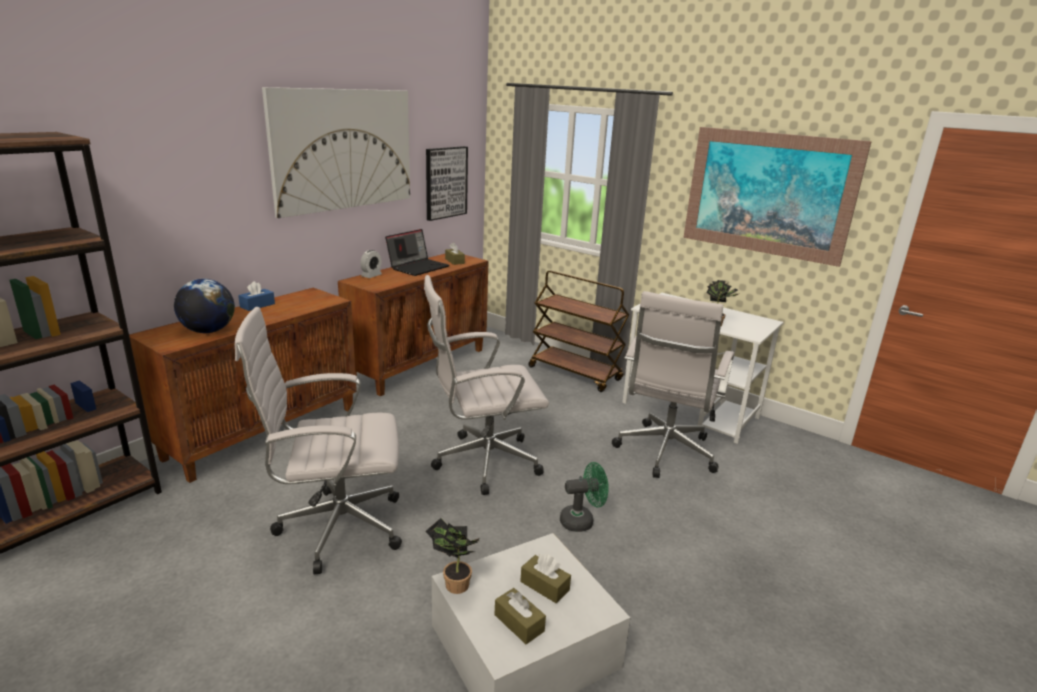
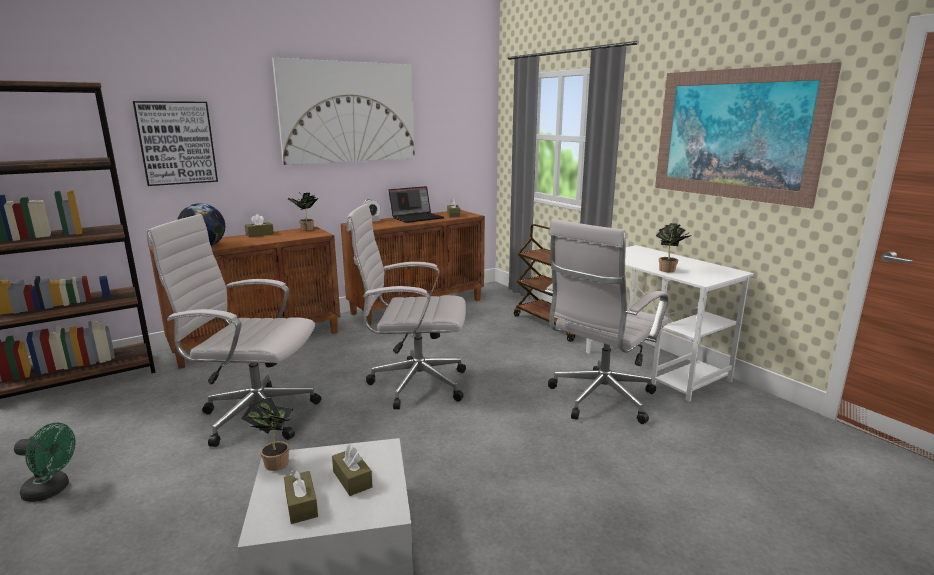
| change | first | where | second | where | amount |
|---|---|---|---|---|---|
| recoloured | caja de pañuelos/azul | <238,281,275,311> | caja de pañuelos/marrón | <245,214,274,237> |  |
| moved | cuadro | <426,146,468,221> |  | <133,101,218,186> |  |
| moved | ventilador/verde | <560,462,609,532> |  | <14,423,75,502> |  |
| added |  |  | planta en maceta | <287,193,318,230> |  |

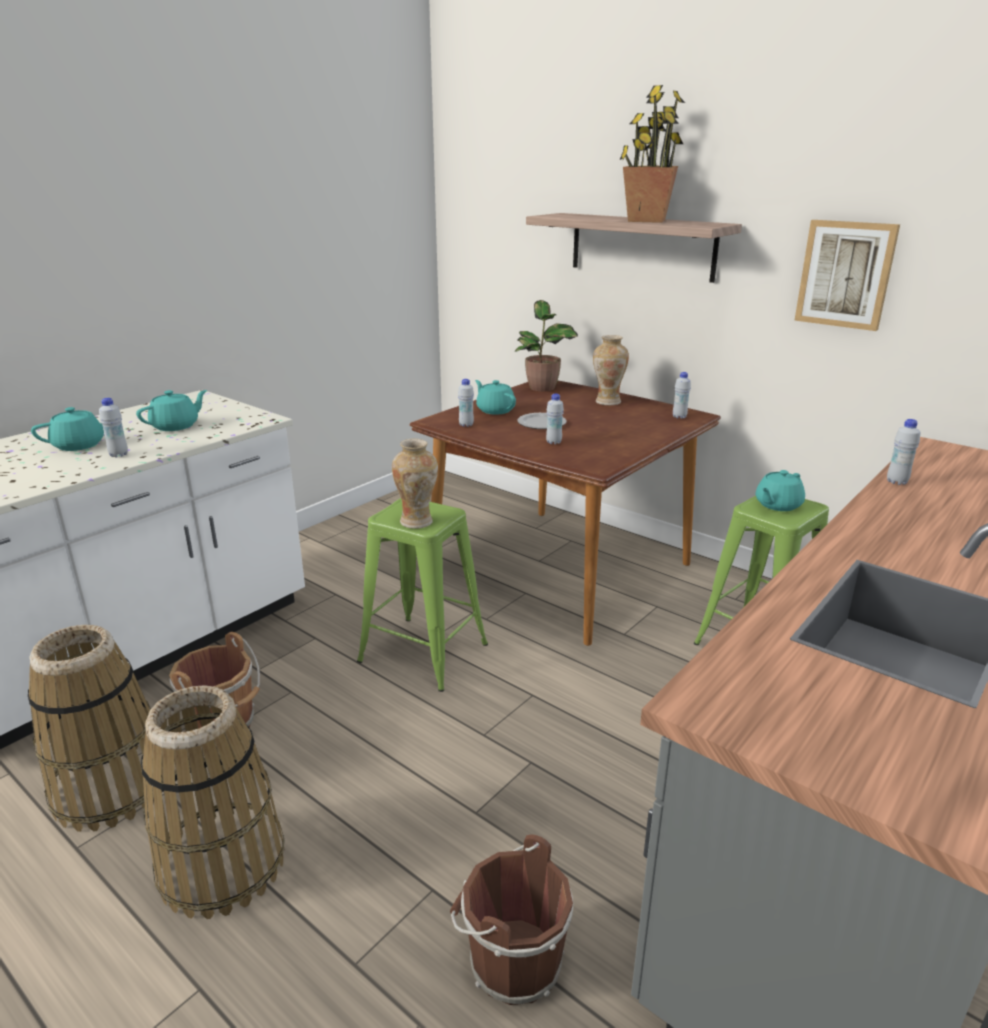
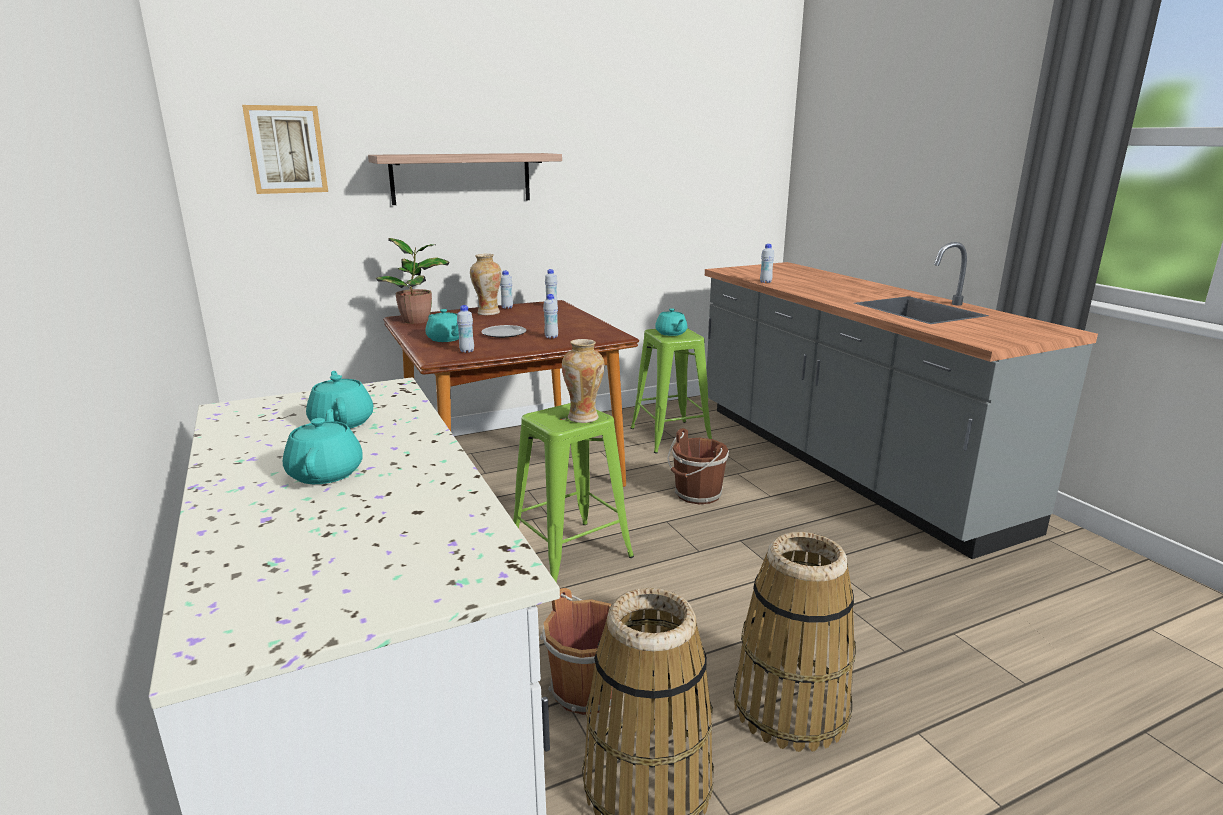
| change | first | where | second | where | amount |
|---|---|---|---|---|---|
| moved | botella/blanco | <99,398,128,457> |  | <500,271,513,309> |  |
| moved | cubo/marrón | <450,834,573,1005> |  | <667,428,729,504> |  |
| turned | tetera/turquesa | <475,380,516,415> |  | <425,309,459,342> | 120 degrees counterclockwise |
| removed | planta en maceta | <620,85,685,223> |  |  |  |
| moved | cuadro | <795,220,900,331> |  | <242,105,328,194> |  |

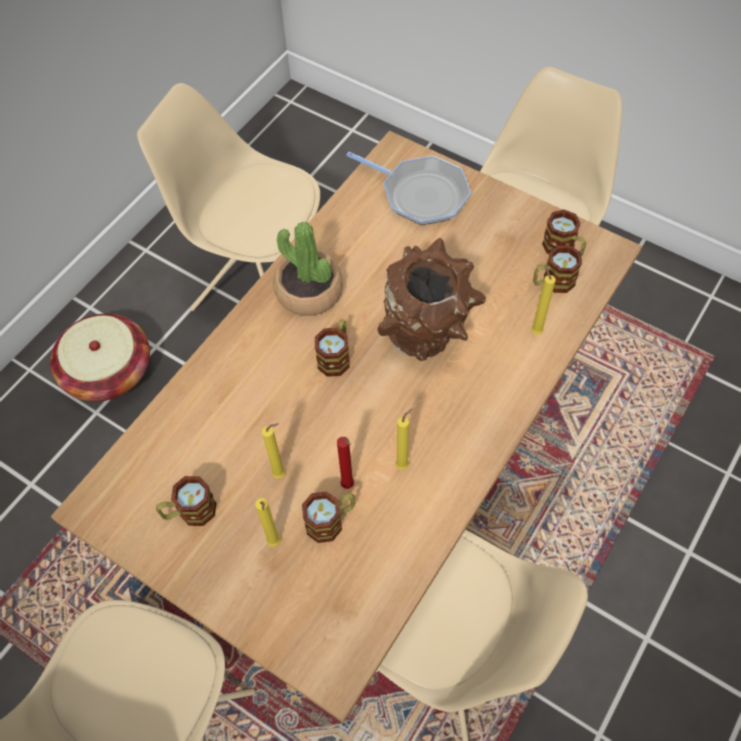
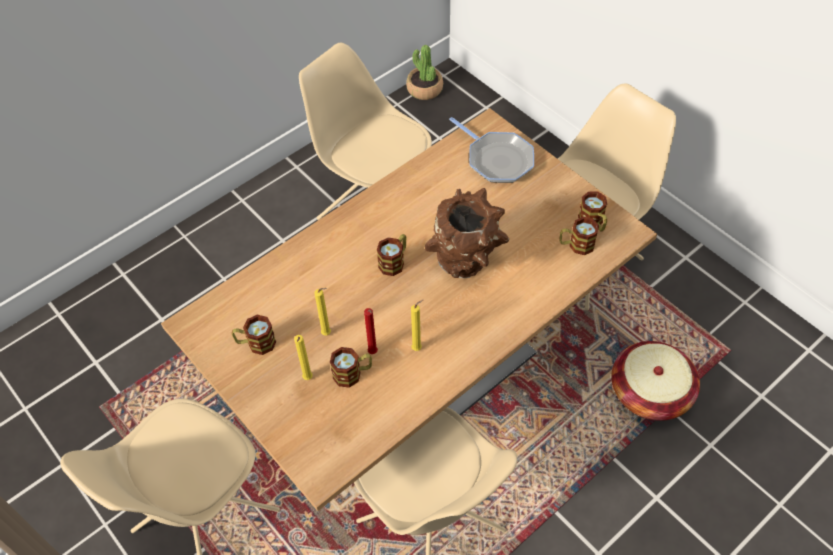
| change | first | where | second | where | amount |
|---|---|---|---|---|---|
| moved | cesta | <50,314,150,402> |  | <611,341,700,421> |  |
| moved | planta en maceta | <273,222,343,316> |  | <406,45,443,100> |  |
| removed | vela/amarillo | <531,264,556,334> |  |  |  |

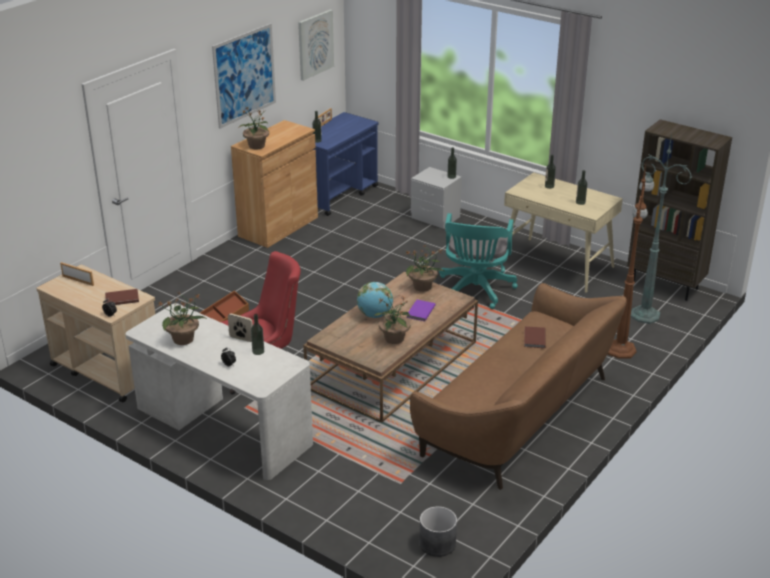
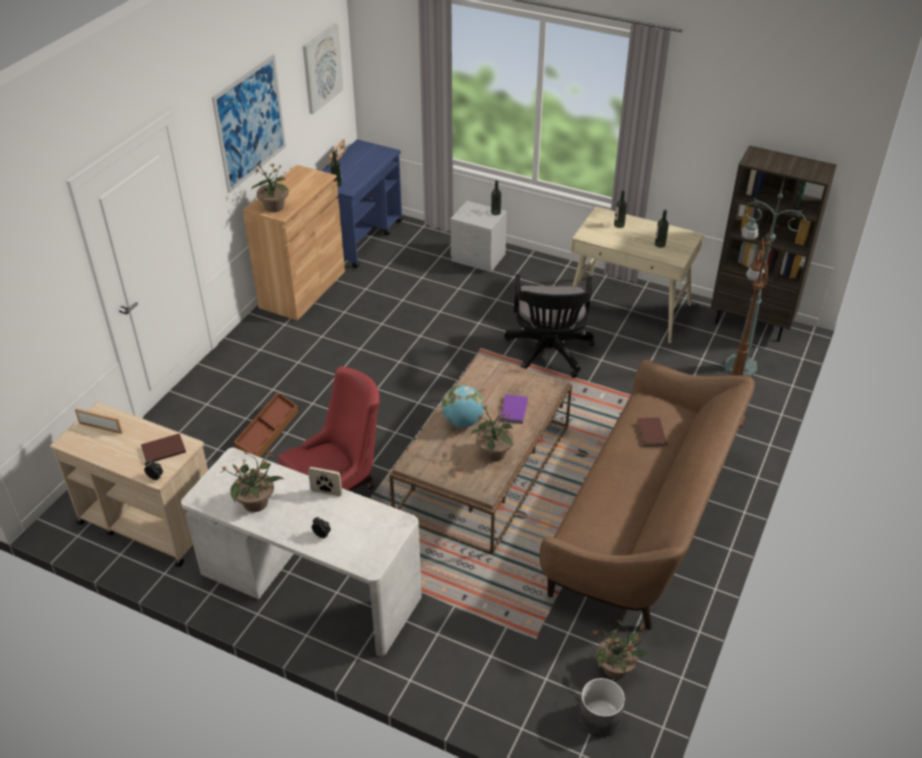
| change | first | where | second | where | amount |
|---|---|---|---|---|---|
| removed | botella | <251,314,264,355> |  |  |  |
| moved | planta en maceta | <406,245,445,292> |  | <591,620,651,679> |  |
| recoloured | silla de oficina/turquesa | <439,213,518,309> | silla de oficina/negro | <504,274,595,378> |  |

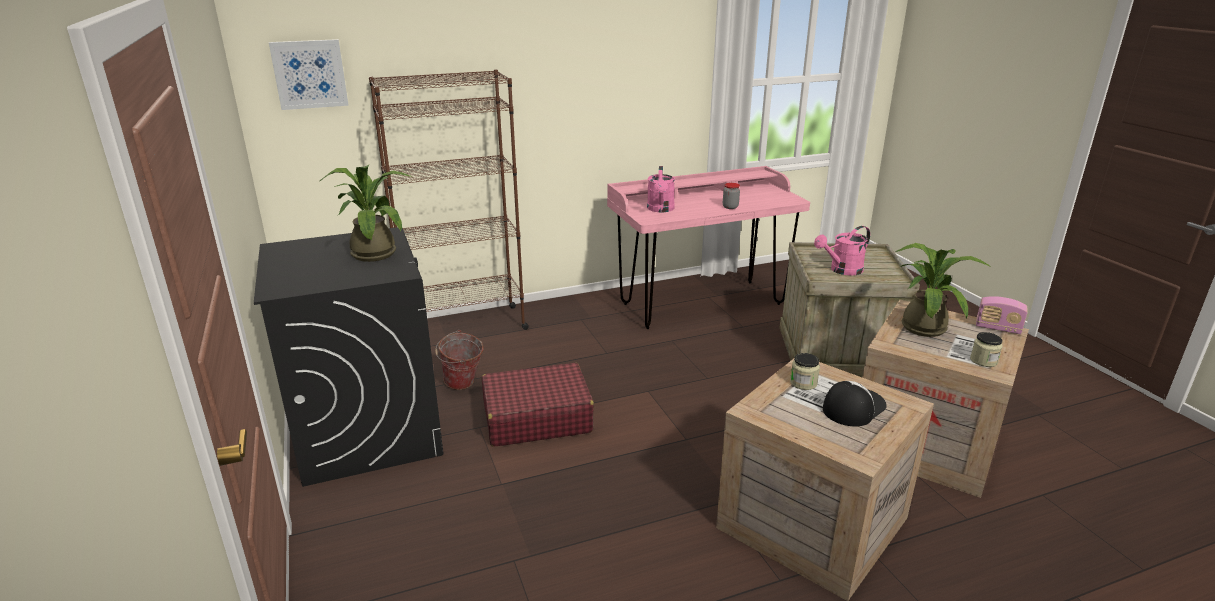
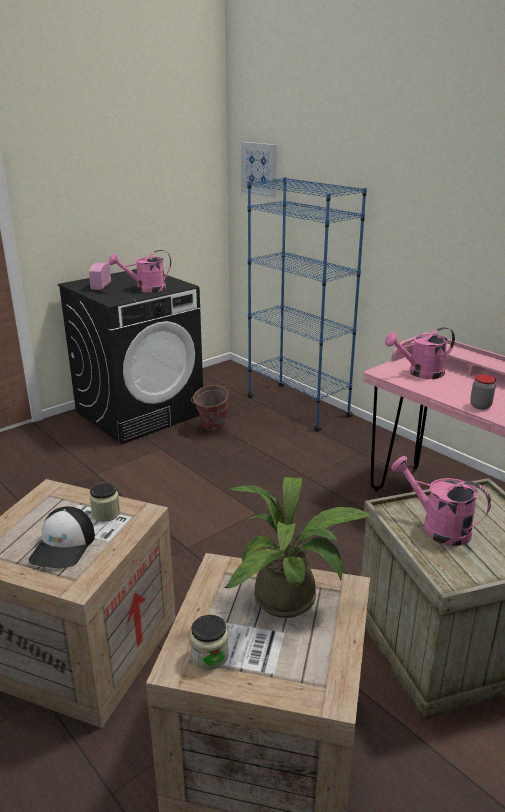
| change | first | where | second | where | amount |
|---|---|---|---|---|---|
| replaced | planta en maceta | <320,165,412,262> | regadera/rosa | <109,250,171,292> |  |
| recoloured | estantería/marrón | <369,69,529,330> | estantería/azul | <247,177,367,432> |  |
| removed | maleta/rojo | <482,362,594,447> |  |  |  |
| turned | gorra | <823,381,887,426> |  | <29,506,95,568> | 75 degrees clockwise |
| moved | radio | <976,296,1028,335> |  | <89,263,111,290> |  |

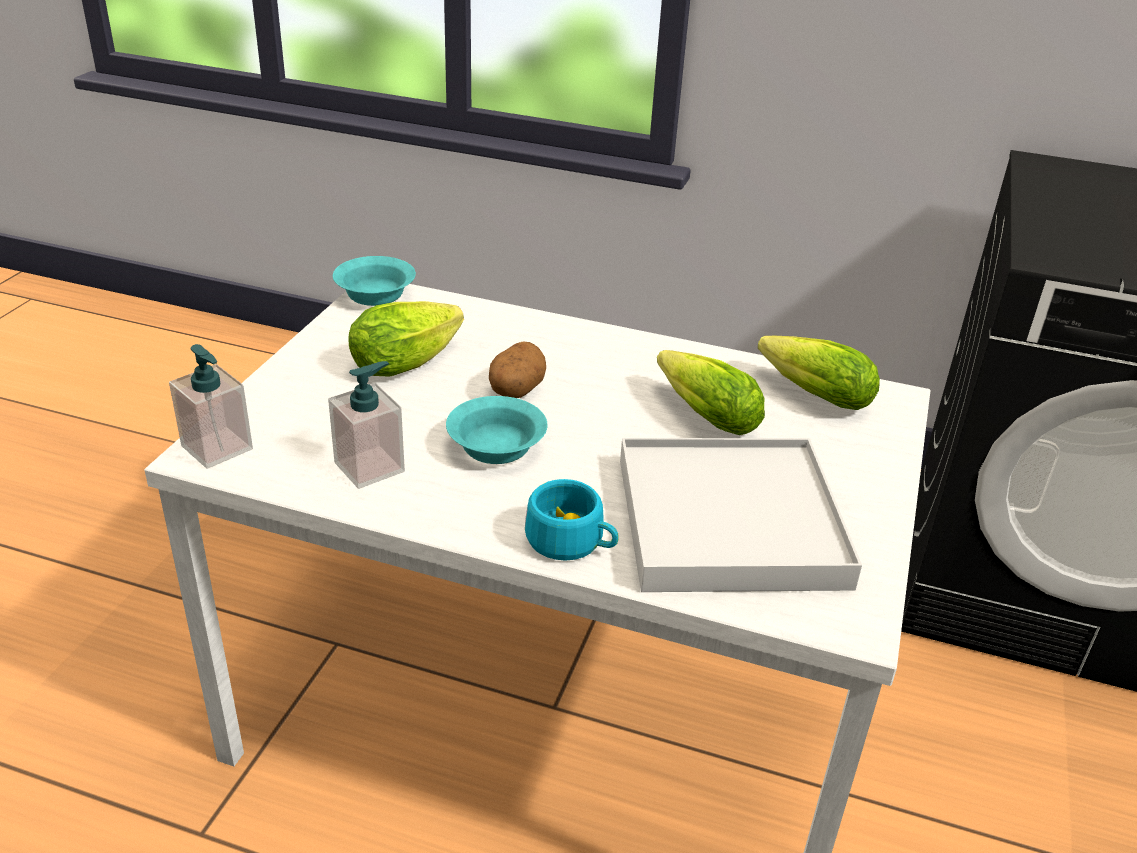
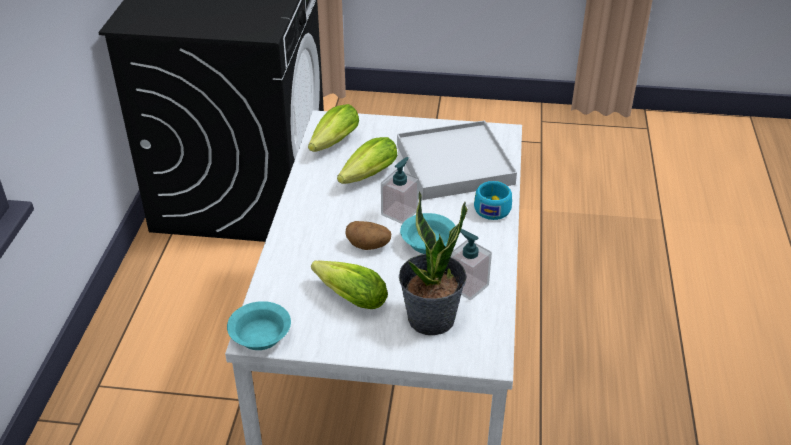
| change | first | where | second | where | amount |
|---|---|---|---|---|---|
| moved | dispensador de jabón | <169,344,253,469> |  | <381,157,419,224> |  |
| added |  |  | planta en maceta | <399,191,468,335> |  |

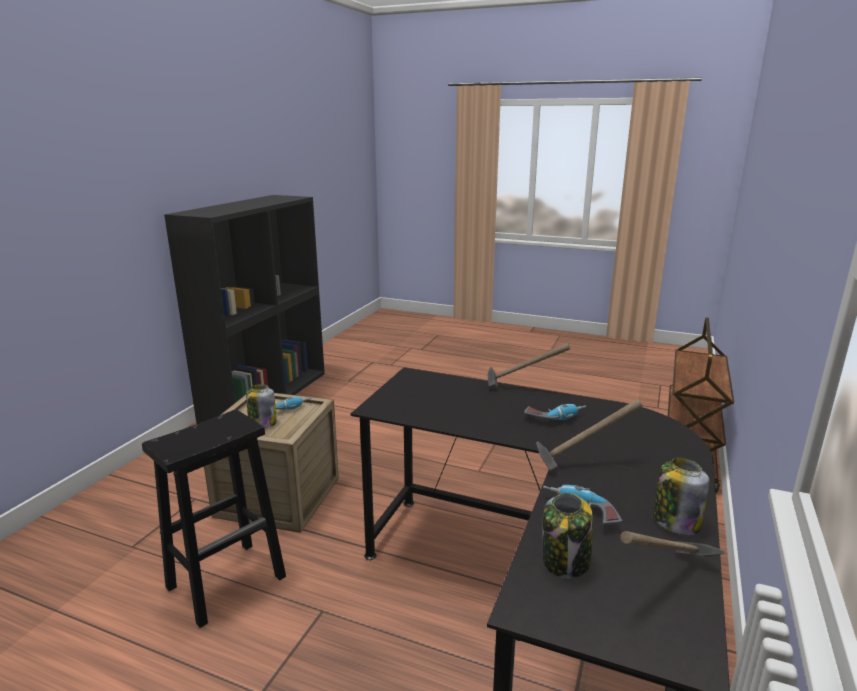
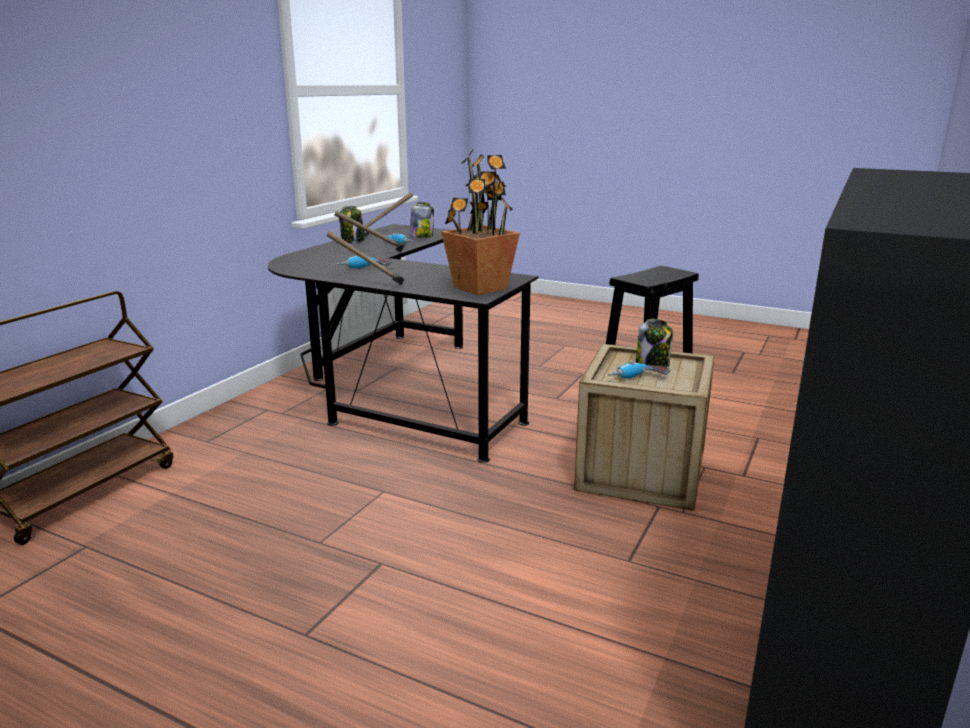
| change | first | where | second | where | amount |
|---|---|---|---|---|---|
| added |  |  | planta en maceta | <441,149,520,295> |  |

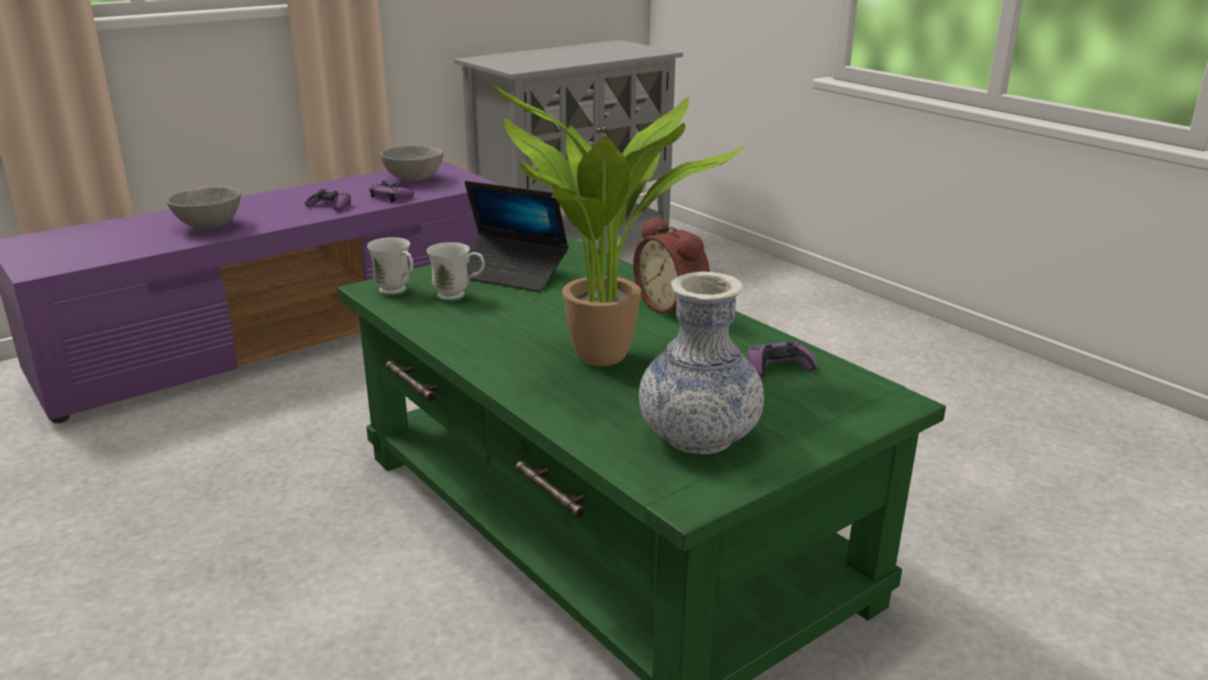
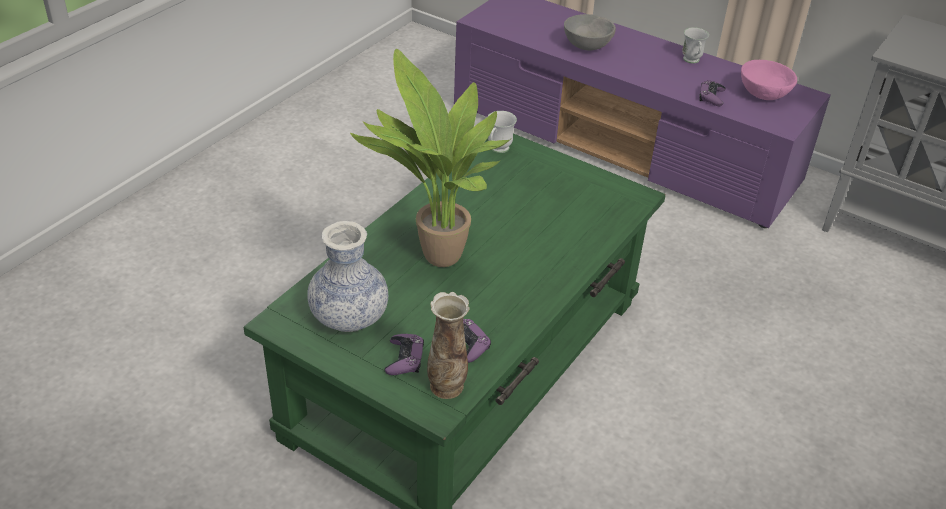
| change | first | where | second | where | amount |
|---|---|---|---|---|---|
| moved | mando de consola/morado | <305,189,351,211> |  | <385,334,424,375> |  |
| recoloured | cuenco/gris | <380,146,444,181> | cuenco/rosa | <741,60,797,100> |  |
| moved | taza grande/blanco | <426,242,485,301> |  | <682,27,709,63> |  |
| removed | portátil | <465,181,569,292> |  |  |  |
| removed | despertador | <633,217,710,314> |  |  |  |
| added |  |  | florero | <427,292,470,399> |  |

